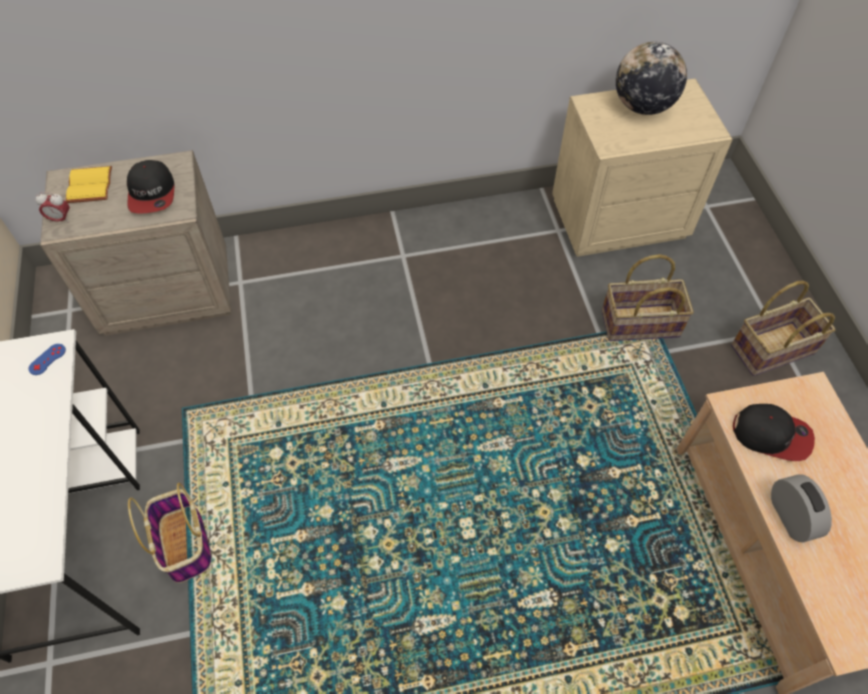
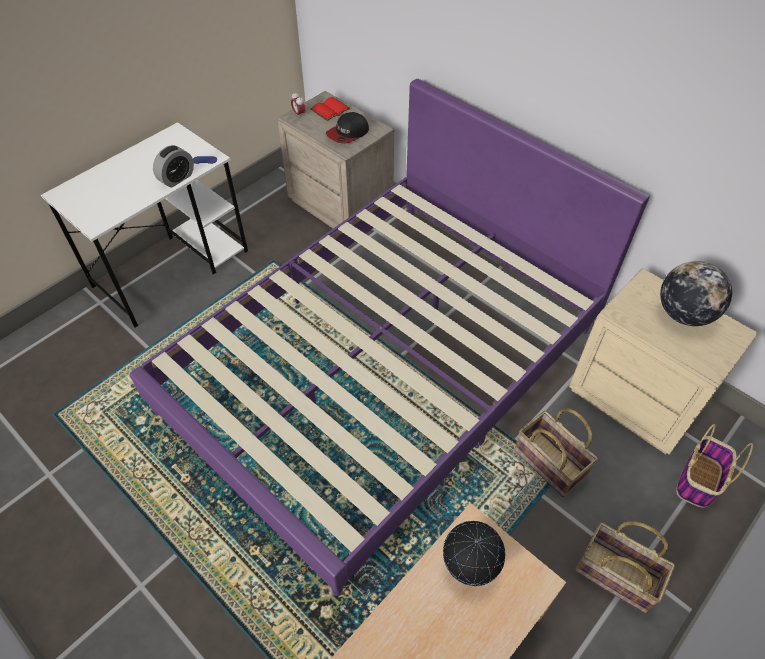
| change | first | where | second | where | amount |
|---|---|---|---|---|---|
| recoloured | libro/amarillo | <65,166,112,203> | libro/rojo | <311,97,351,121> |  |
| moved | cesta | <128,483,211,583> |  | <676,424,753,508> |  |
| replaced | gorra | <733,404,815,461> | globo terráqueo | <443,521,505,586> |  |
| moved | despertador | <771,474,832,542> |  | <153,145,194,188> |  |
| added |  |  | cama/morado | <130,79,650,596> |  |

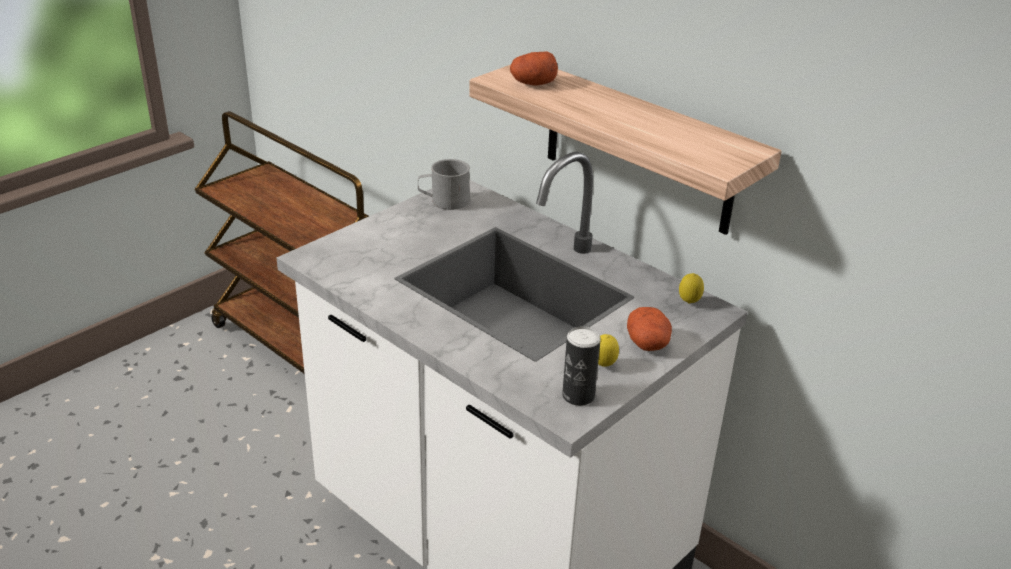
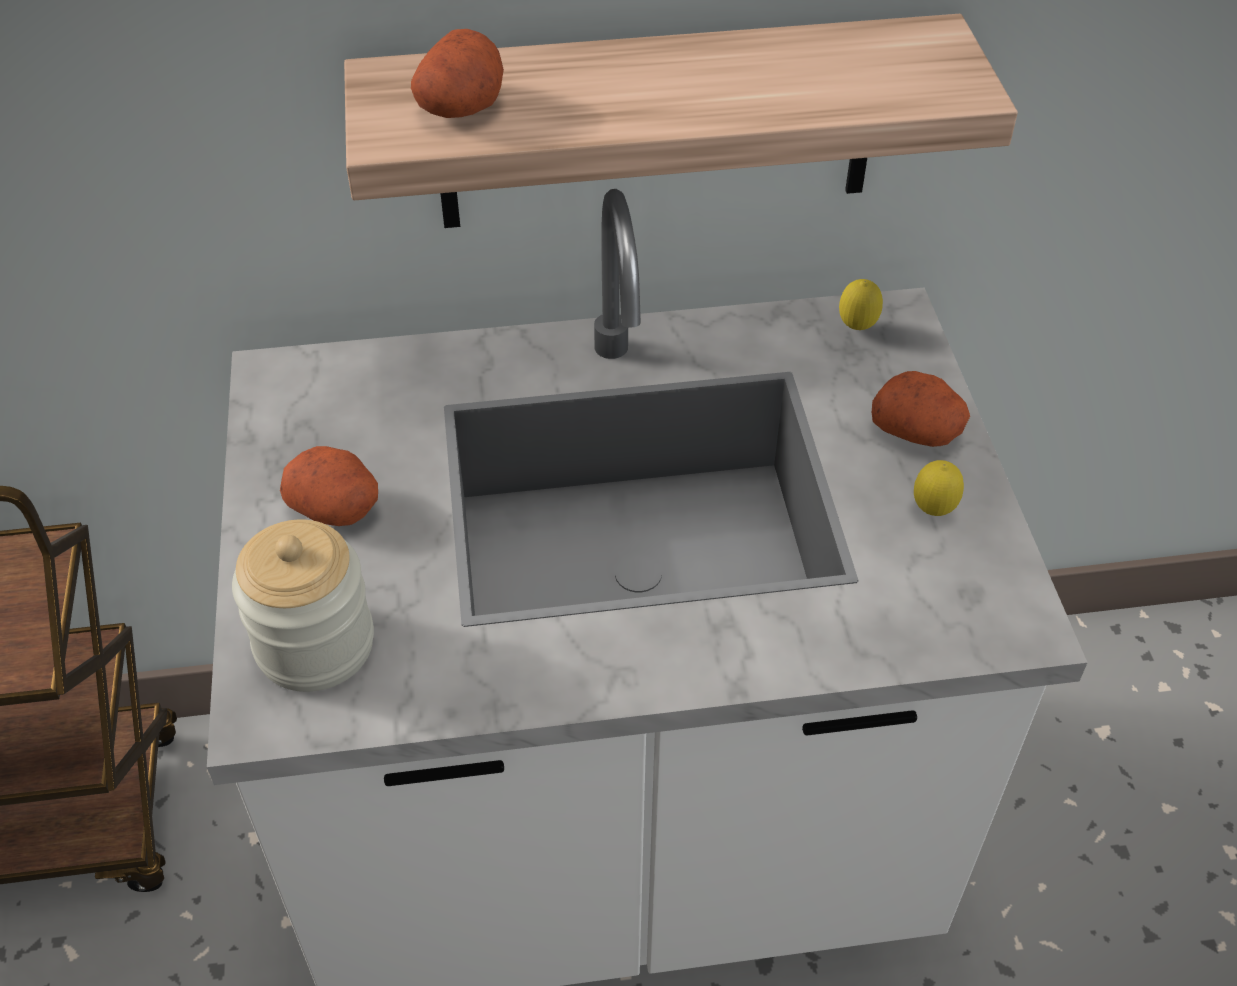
| change | first | where | second | where | amount |
|---|---|---|---|---|---|
| removed | taza grande/gris | <418,159,470,210> |  |  |  |
| removed | lata | <562,326,601,406> |  |  |  |
| added |  |  | tarro | <232,519,374,692> |  |
| added |  |  | patata | <280,446,378,526> |  |

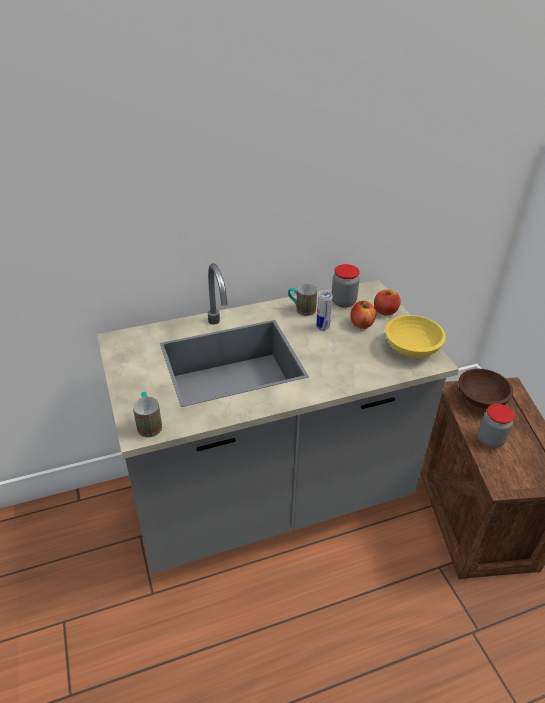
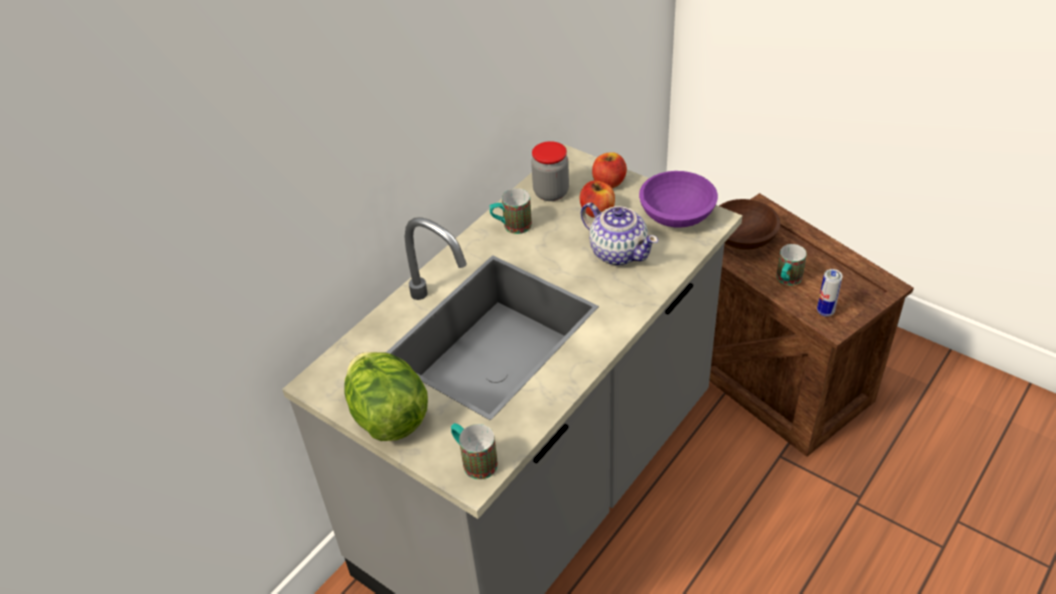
| change | first | where | second | where | amount |
|---|---|---|---|---|---|
| moved | lata | <316,291,333,331> |  | <817,269,843,317> |  |
| recoloured | cuenco/amarillo | <385,315,446,358> | cuenco/morado | <639,171,718,228> |  |
| replaced | tarro | <478,404,515,448> | taza grande | <776,244,807,286> |  |
| added |  |  | lechuga | <345,352,428,441> |  |
| added |  |  | tetera | <581,202,658,265> |  |

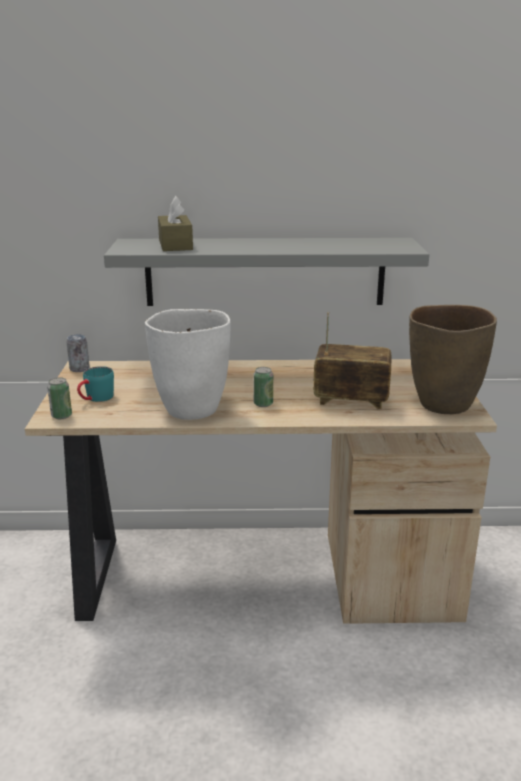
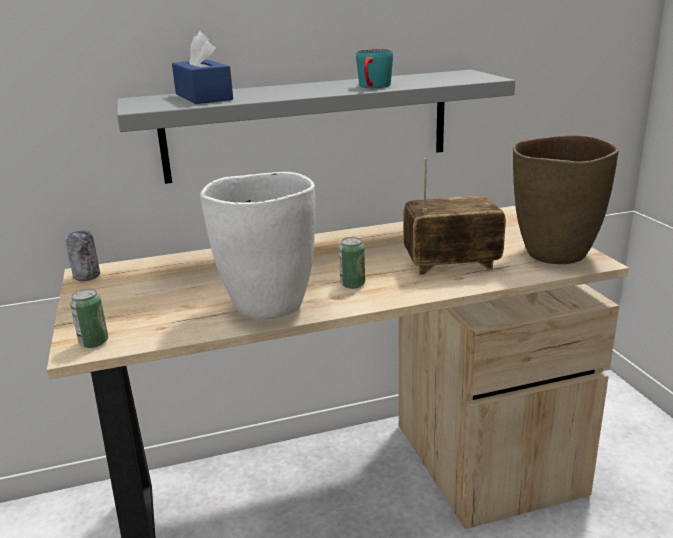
| change | first | where | second | where | amount |
|---|---|---|---|---|---|
| moved | taza grande/turquesa | <77,366,114,402> |  | <356,49,393,88> |  |
| recoloured | caja de pañuelos/marrón | <158,196,193,251> | caja de pañuelos/azul | <172,31,233,104> |  |

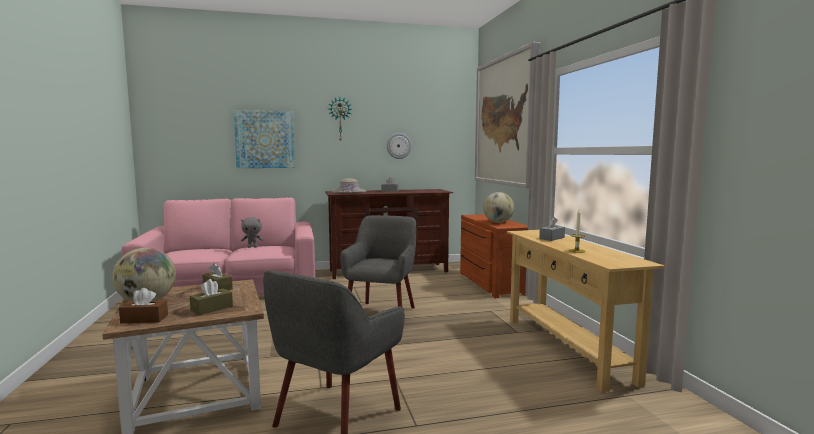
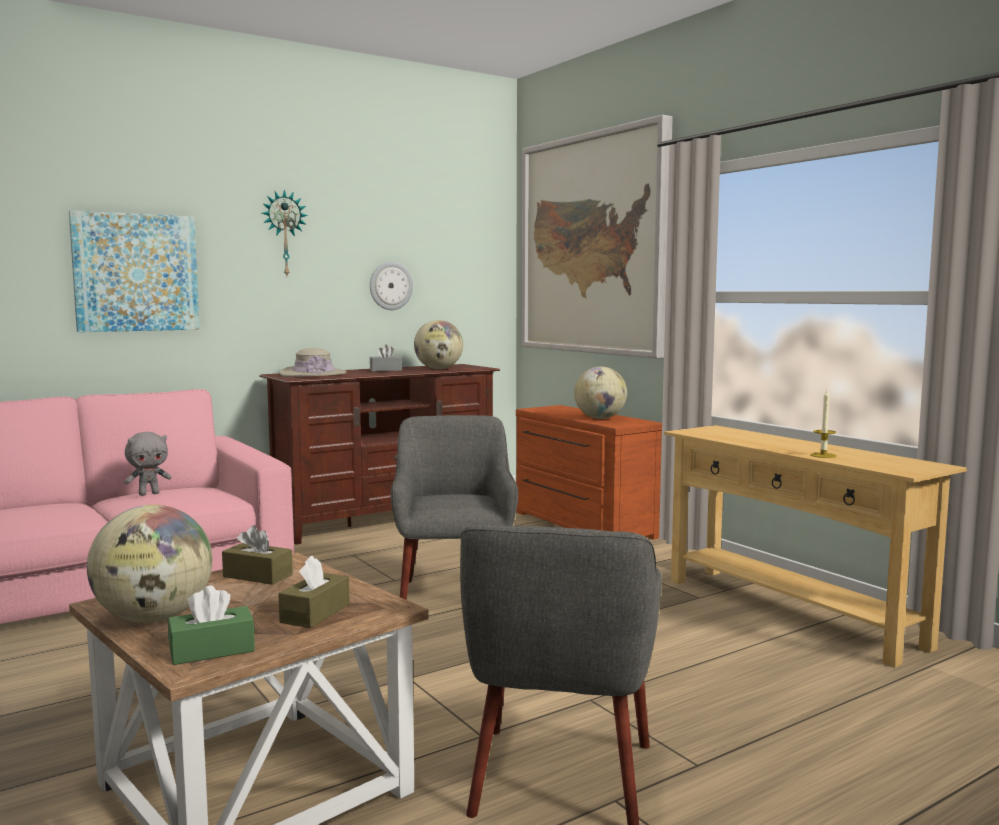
| change | first | where | second | where | amount |
|---|---|---|---|---|---|
| recoloured | caja de pañuelos/marrón | <119,288,168,323> | caja de pañuelos/verde | <168,585,255,665> |  |
| removed | caja de pañuelos/gris | <539,217,565,241> |  |  |  |
| added |  |  | globo terráqueo | <414,320,463,369> |  |

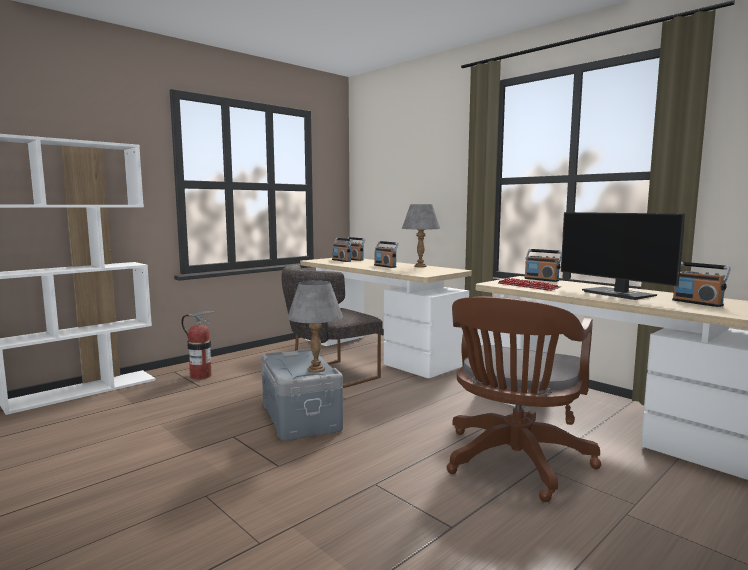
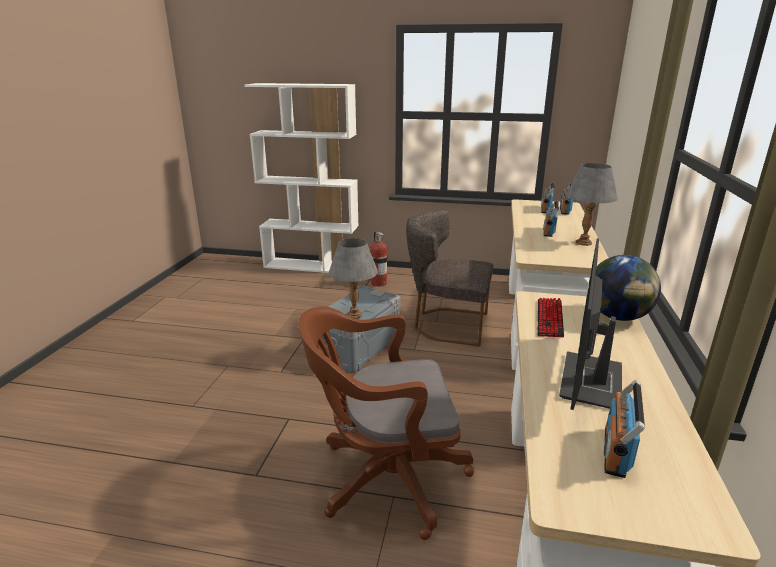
| change | first | where | second | where | amount |
|---|---|---|---|---|---|
| replaced | radio | <524,249,562,282> | globo terráqueo | <588,255,661,321> |  |

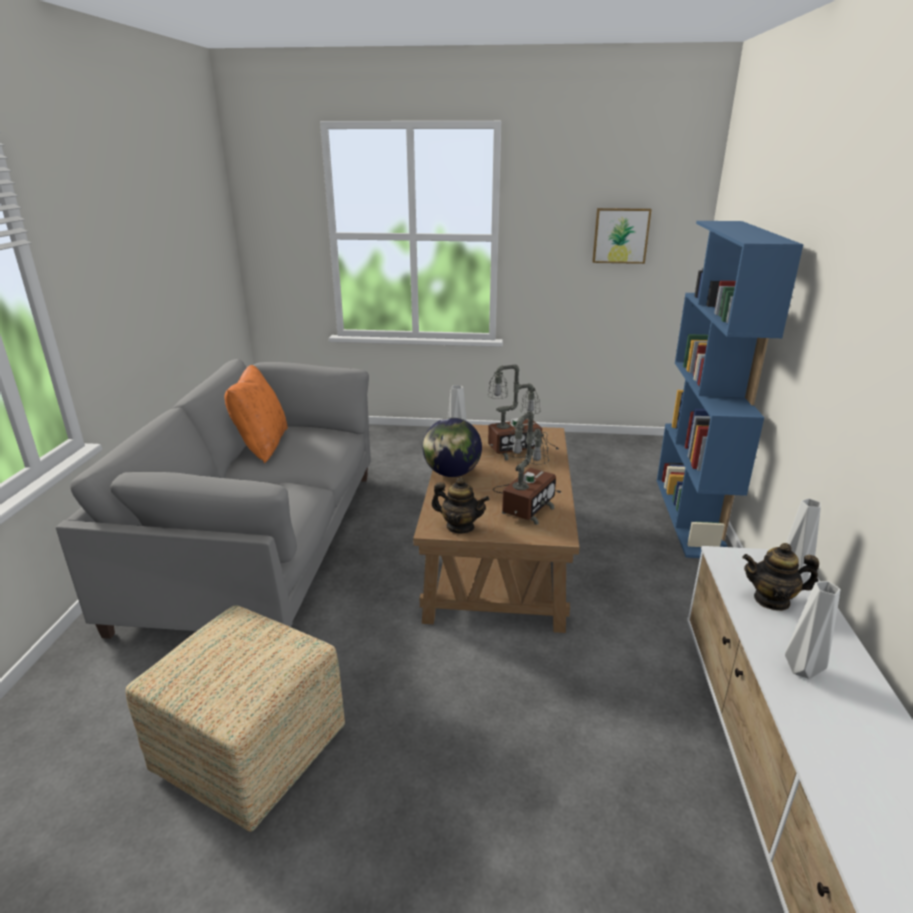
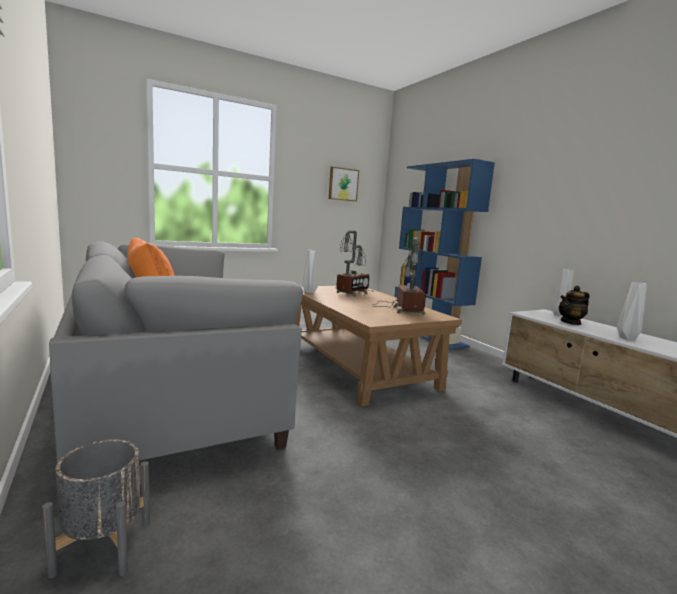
| change | first | where | second | where | amount |
|---|---|---|---|---|---|
| removed | puf | <125,605,345,832> |  |  |  |
| removed | globo terráqueo | <423,418,482,477> |  |  |  |
| removed | tetera | <431,477,490,533> |  |  |  |
| added |  |  | maceta/gris | <42,439,150,579> |  |

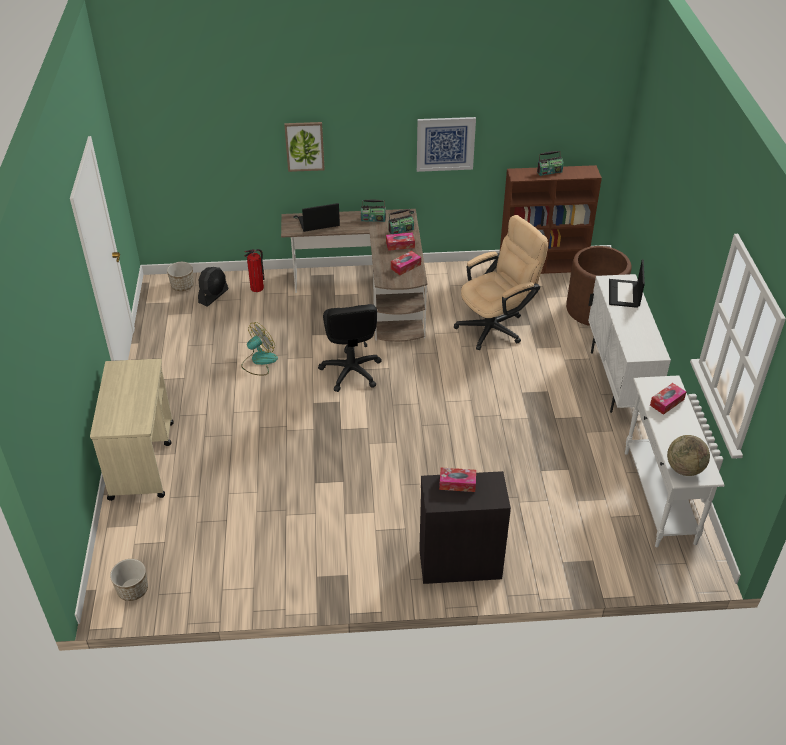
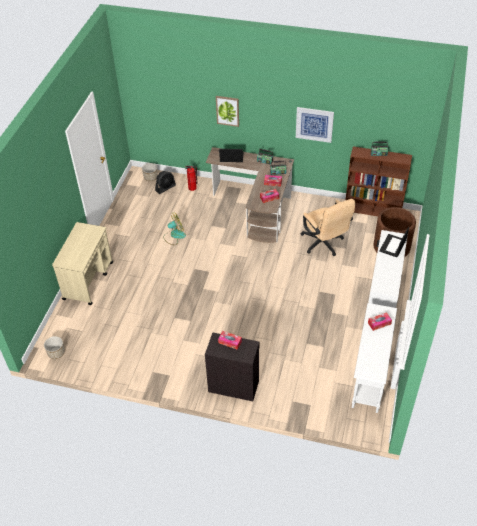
| change | first | where | second | where | amount |
|---|---|---|---|---|---|
| removed | silla de oficina/negro | <318,304,382,392> |  |  |  |
| turned | silla de oficina/beis | <454,215,548,350> |  | <301,199,355,256> | 75 degrees clockwise |
| removed | globo terráqueo | <667,435,710,476> |  |  |  |

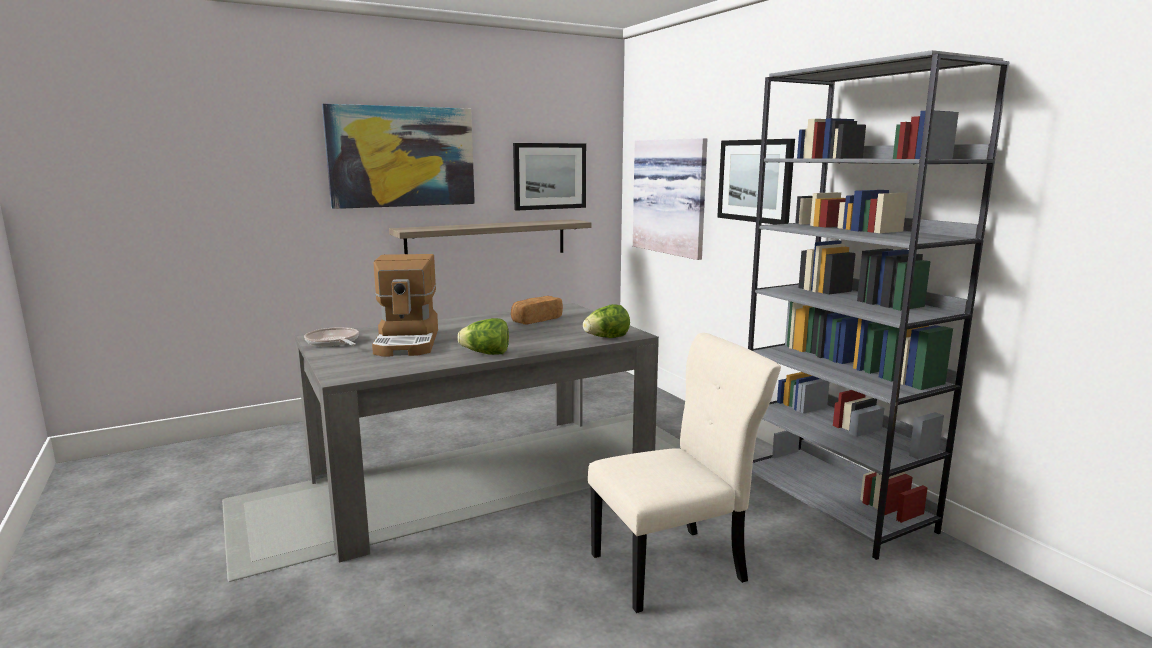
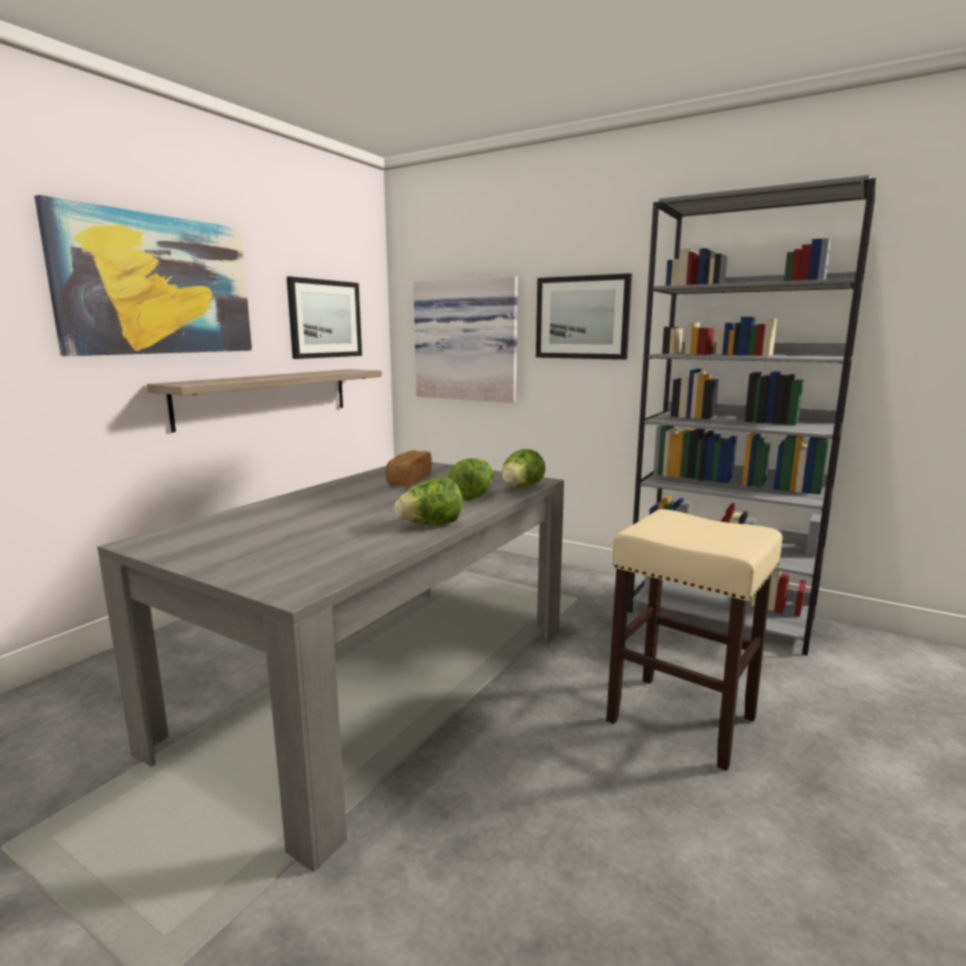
| change | first | where | second | where | amount |
|---|---|---|---|---|---|
| removed | sartén | <304,327,359,346> |  |  |  |
| removed | cafetera | <372,254,438,357> |  |  |  |
| replaced | silla/beis | <588,333,781,613> | taburete/beis | <606,509,782,771> |  |
| added |  |  | lechuga | <448,458,493,500> |  |

